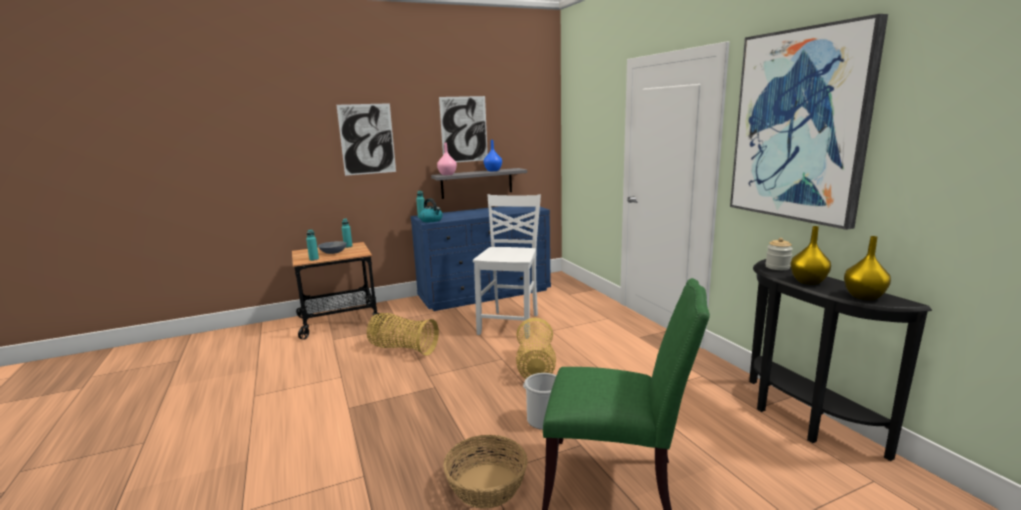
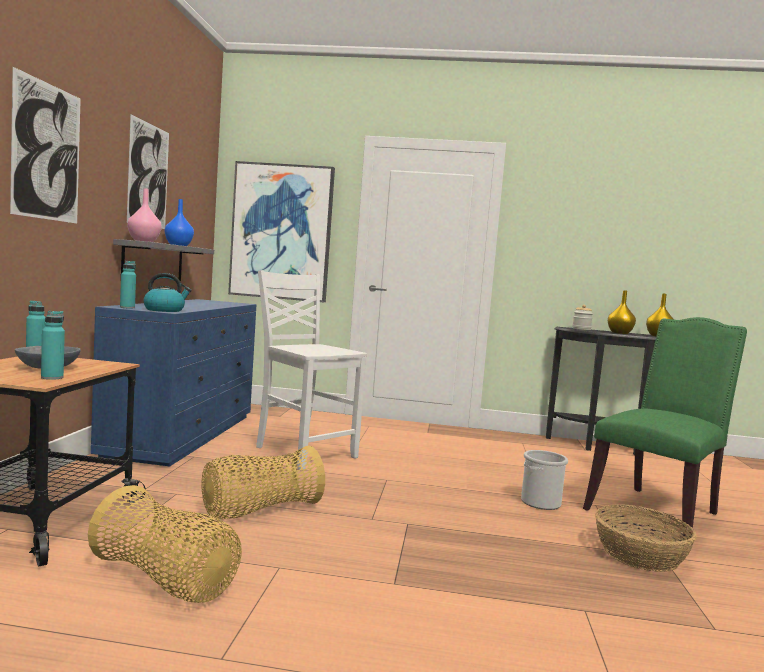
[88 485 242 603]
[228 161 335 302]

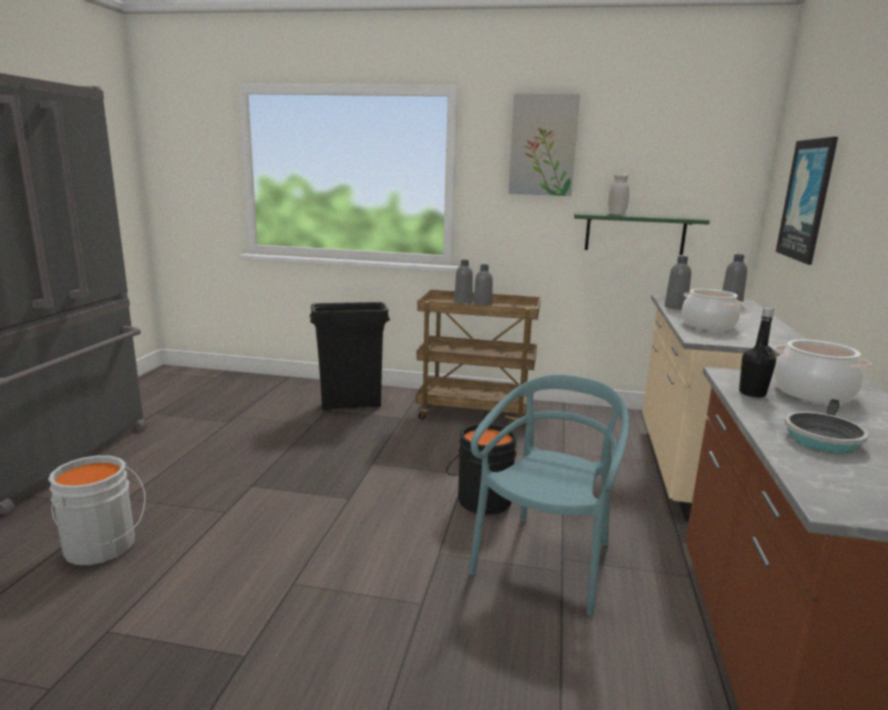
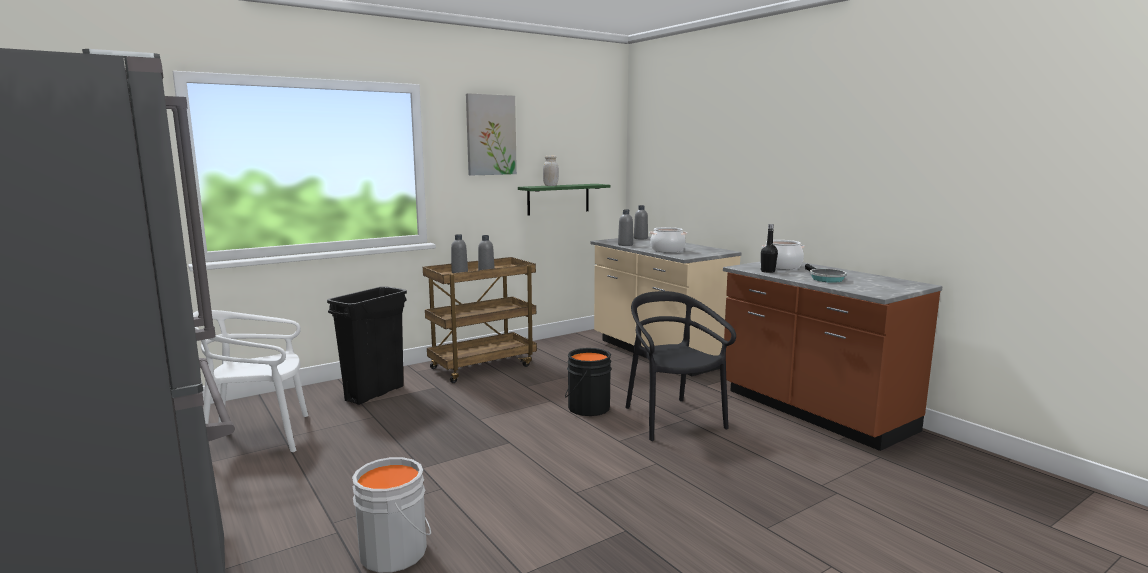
[193 310 309 452]
[625 291 736 441]
[776 137 838 265] (first image)

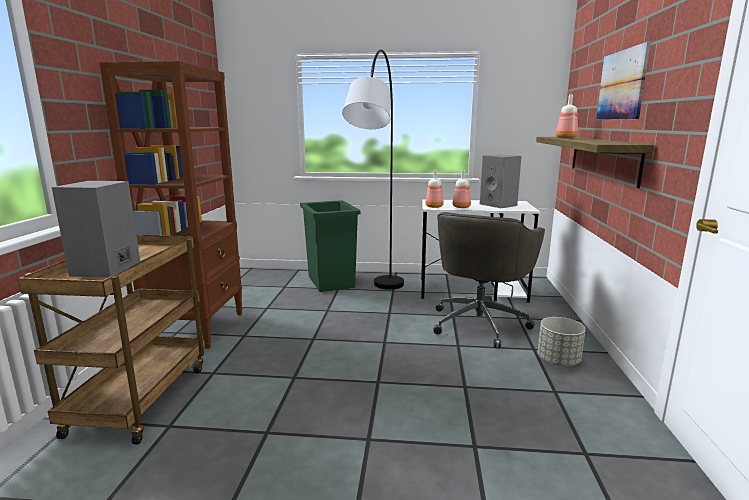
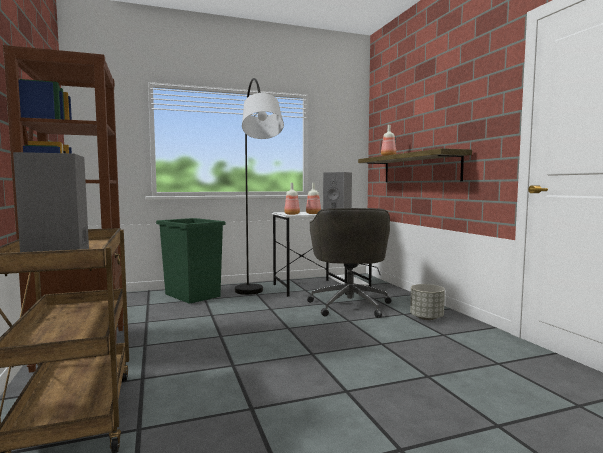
[596 41 651 120] (first image)

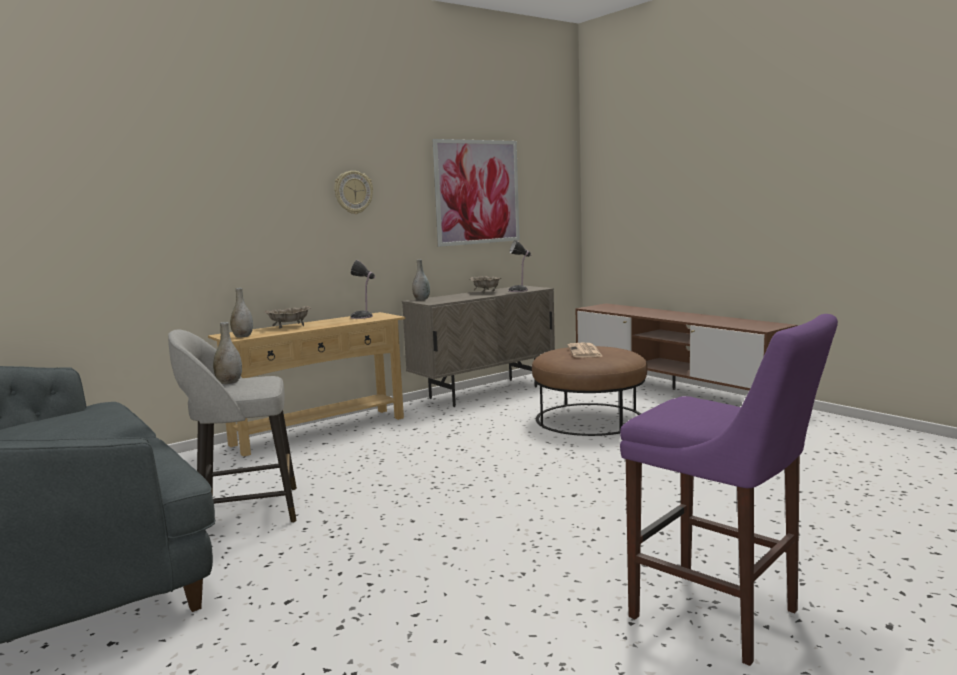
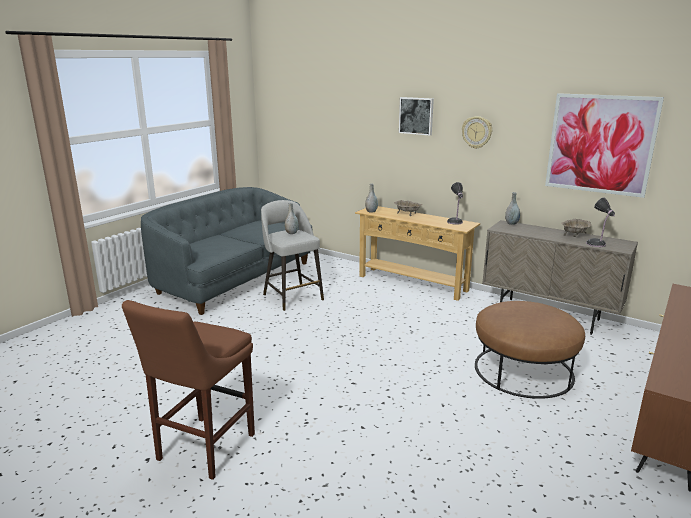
[122 300 255 480]
[399 97 434 136]
[568 343 603 358] (first image)

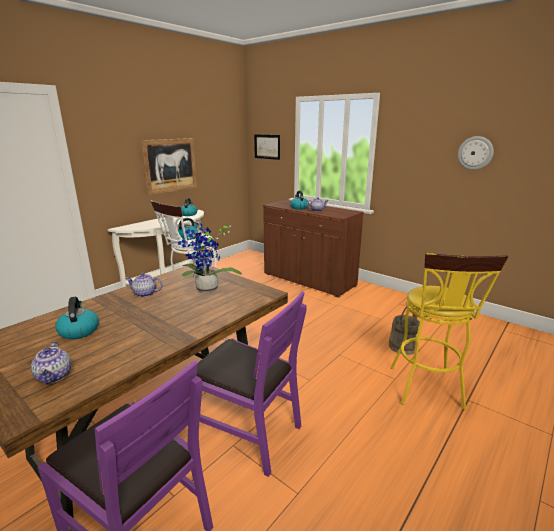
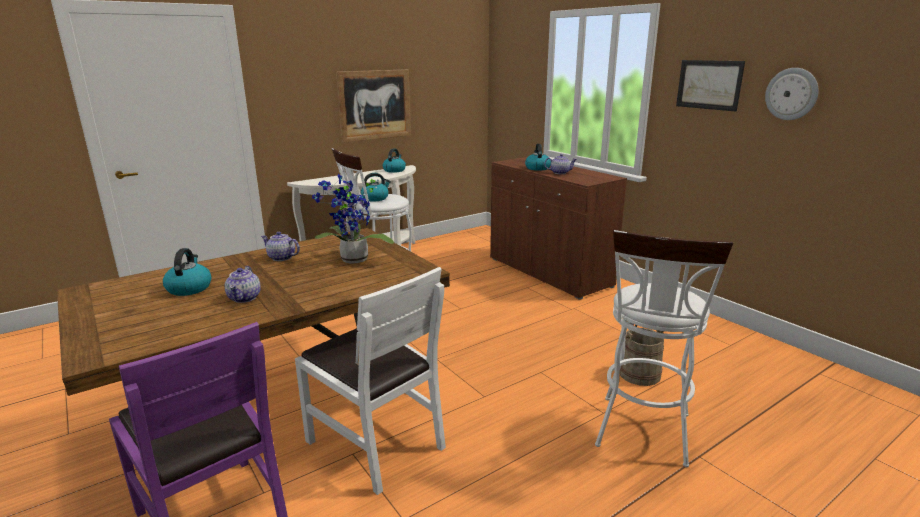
[225 266 261 303]
[295 267 446 495]
[595 230 733 467]
[676 60 745 112]

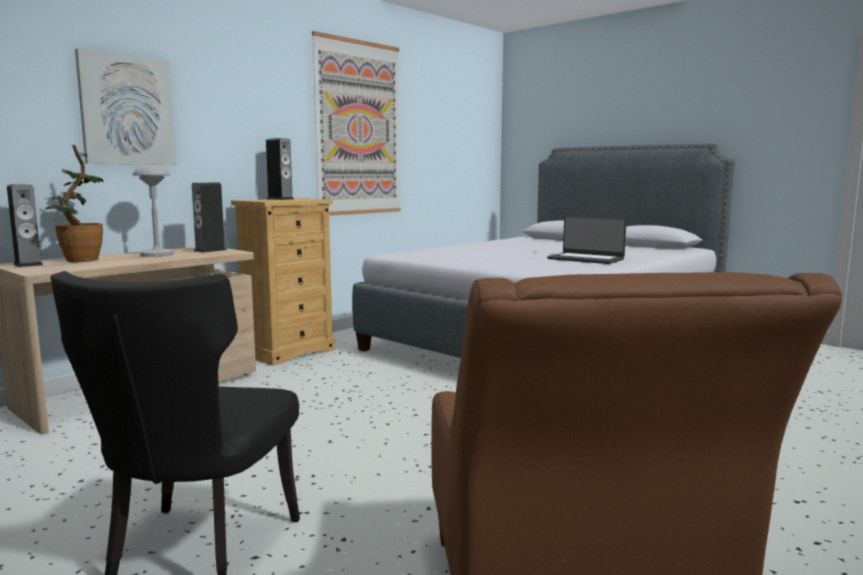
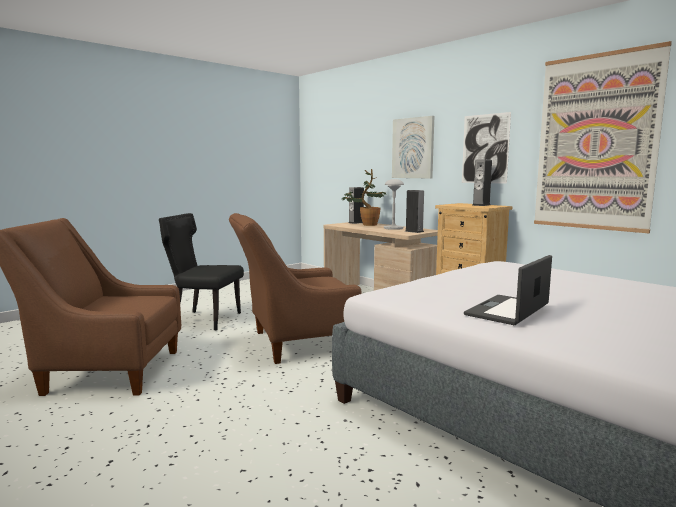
[229 213 362 364]
[462 112 511 184]

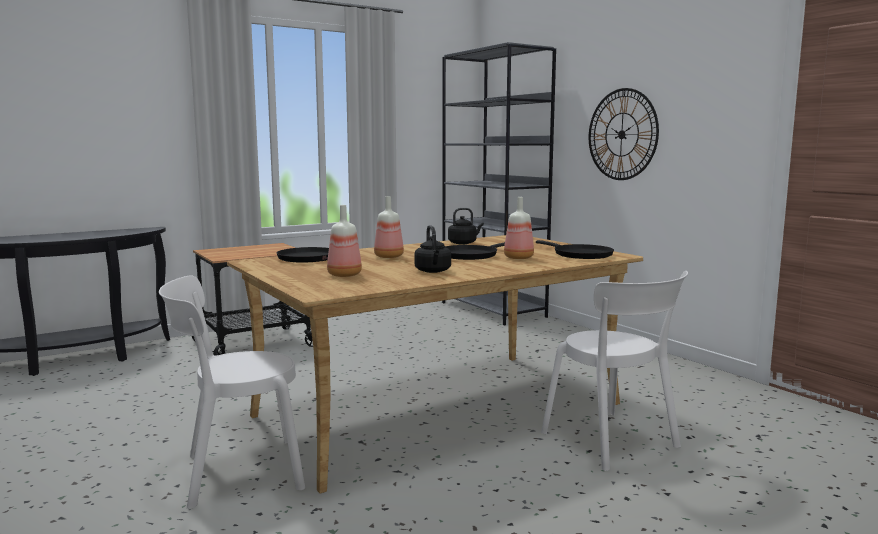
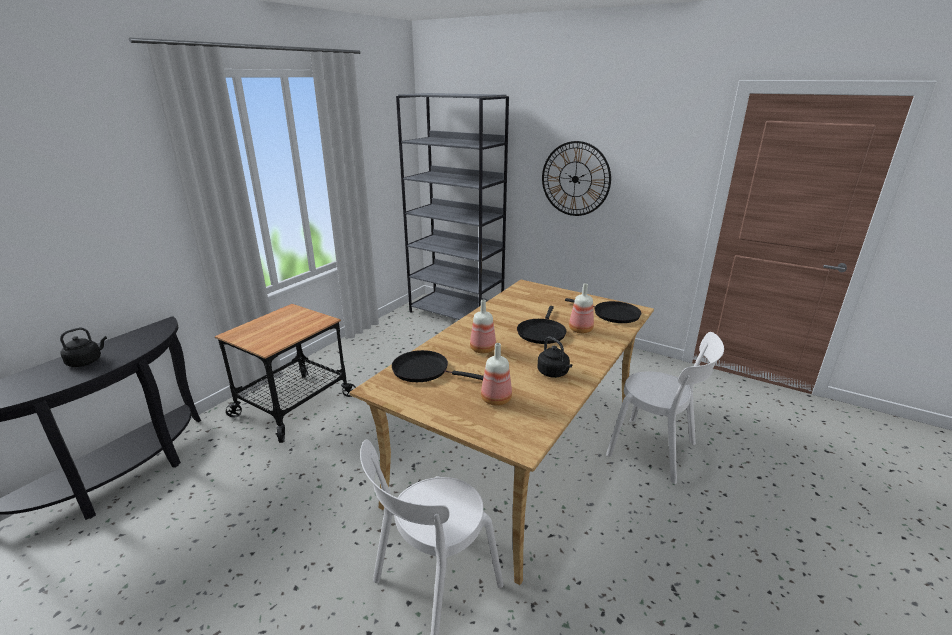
[60 328 107 367]

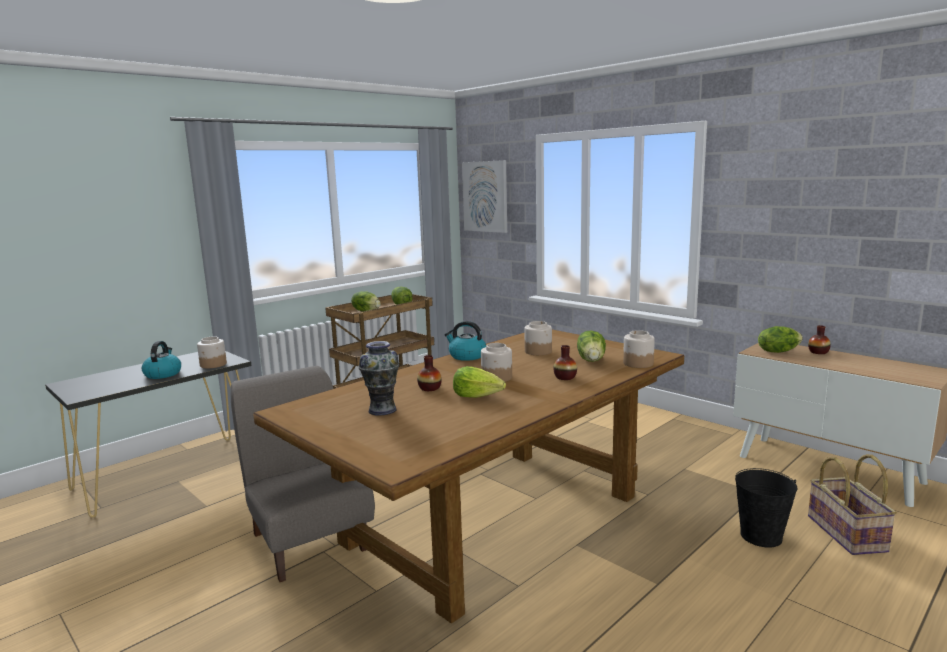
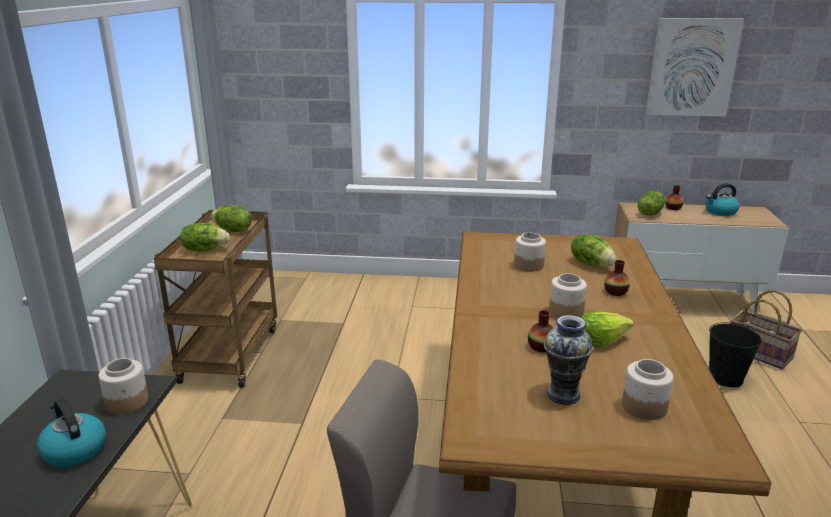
[622 359 673 420]
[645 18 744 117]
[706 183 739 216]

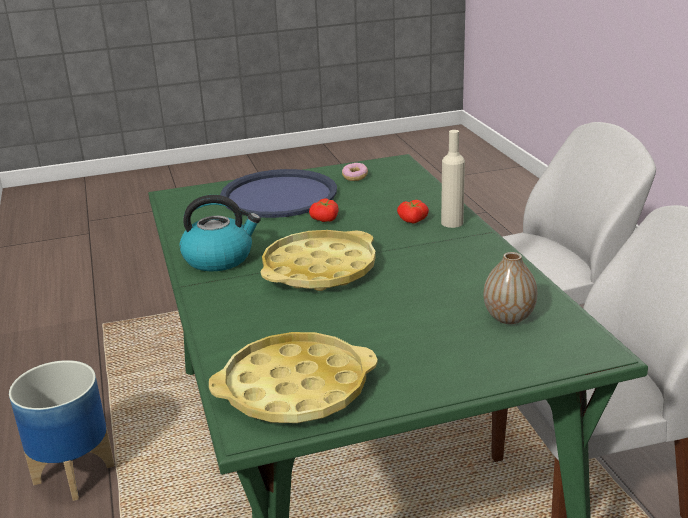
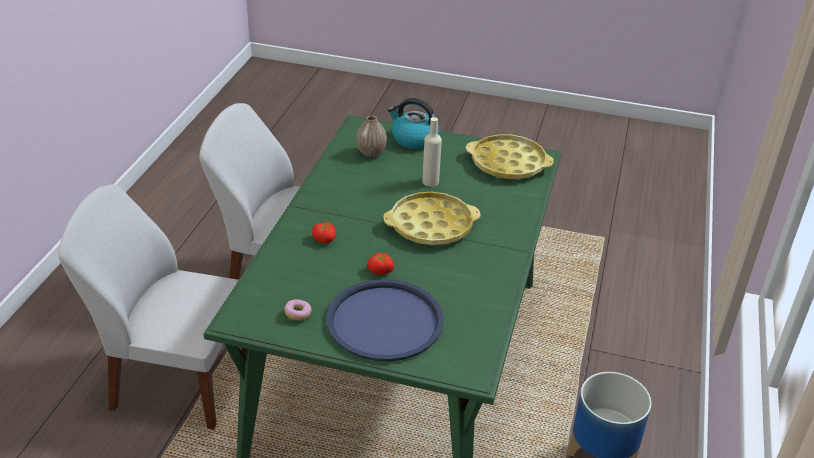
[388 98 439 149]
[422 117 442 187]

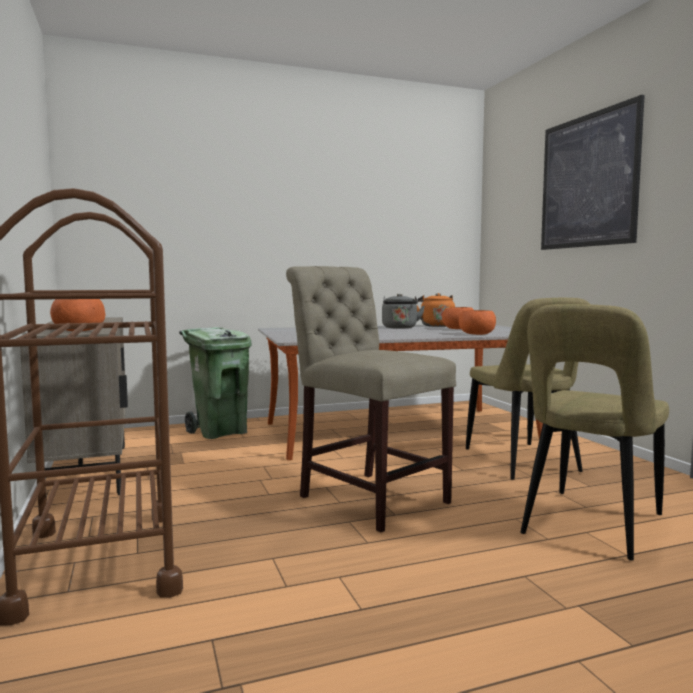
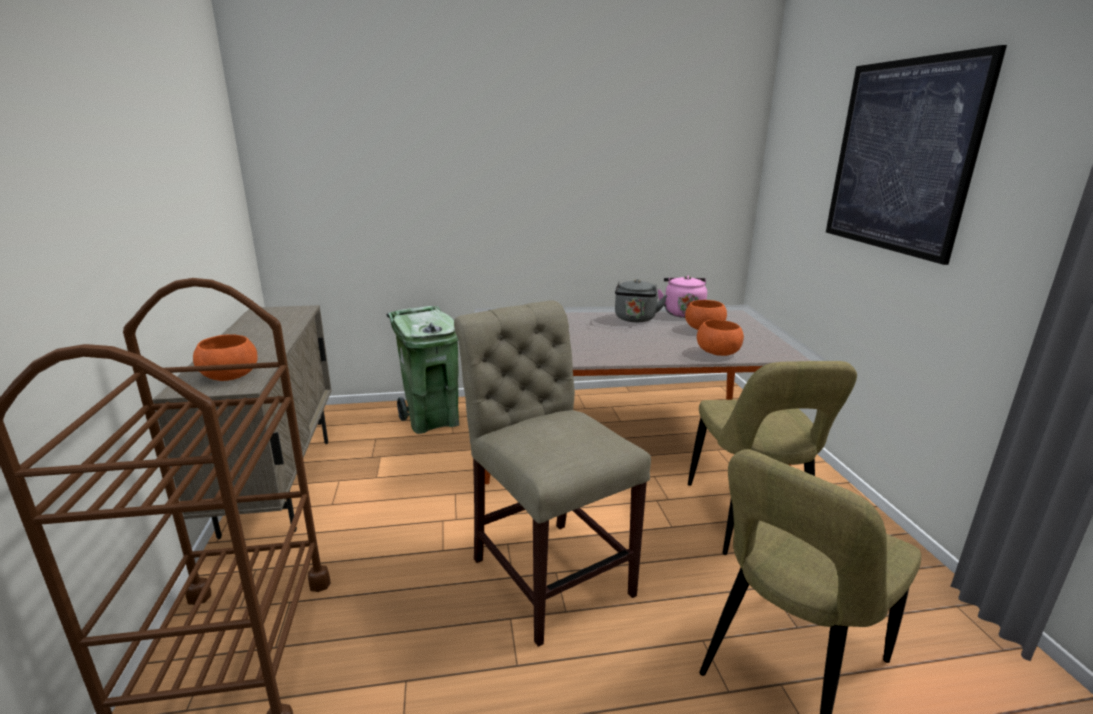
[657 276 707 318]

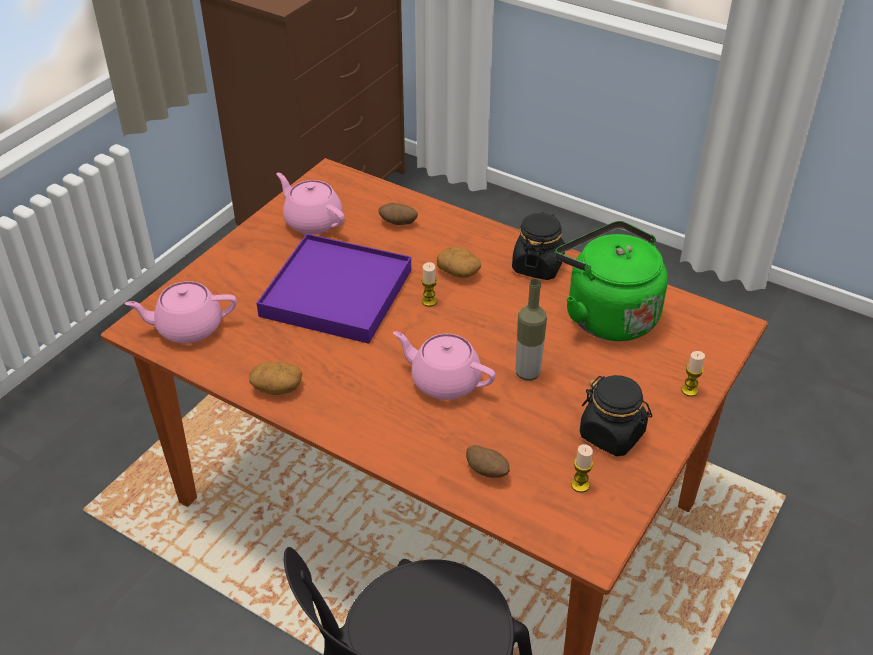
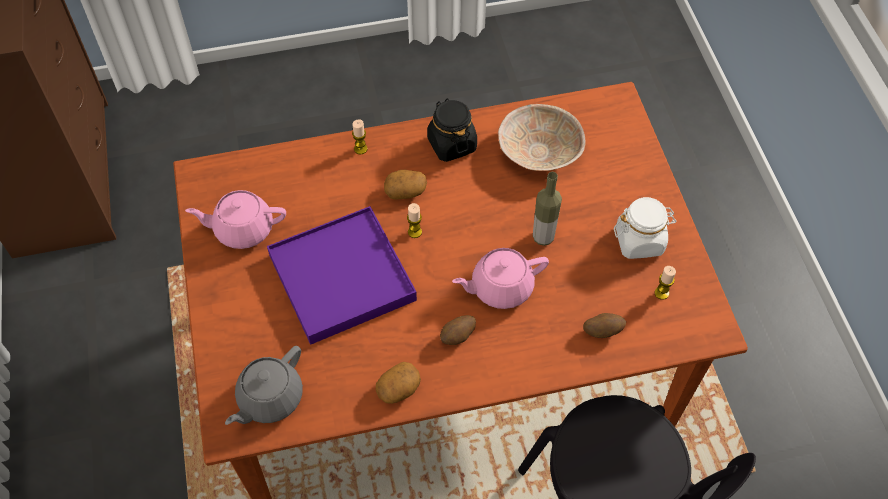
[225 346 303 425]
[352 119 368 154]
[440 315 476 345]
[498 104 586 171]
[614 197 677 259]

